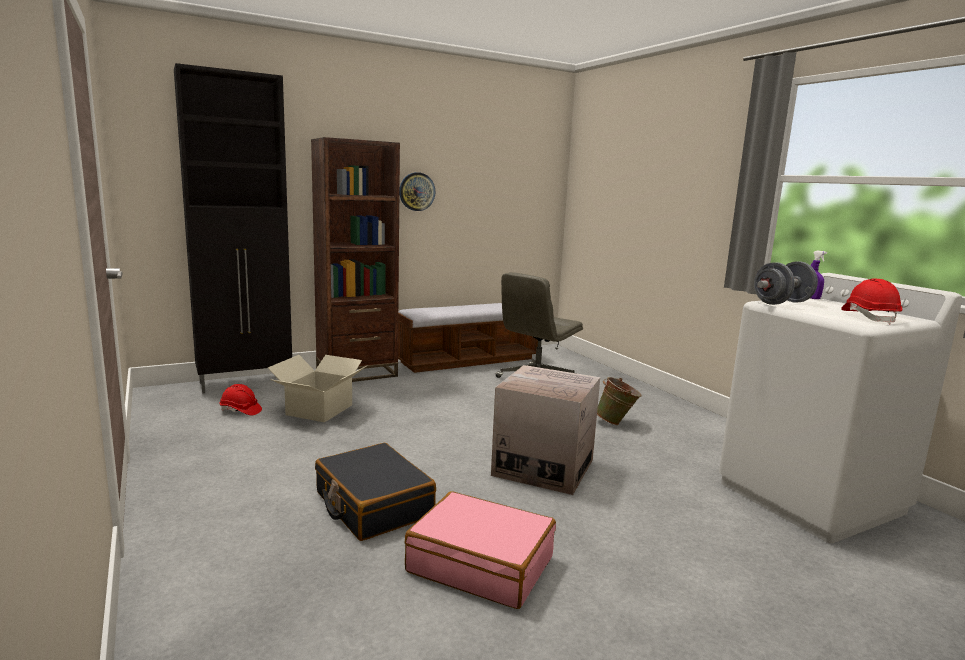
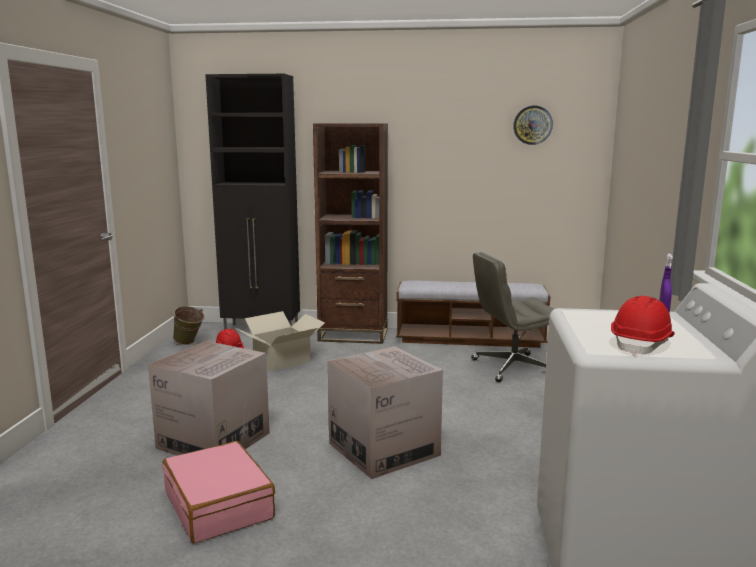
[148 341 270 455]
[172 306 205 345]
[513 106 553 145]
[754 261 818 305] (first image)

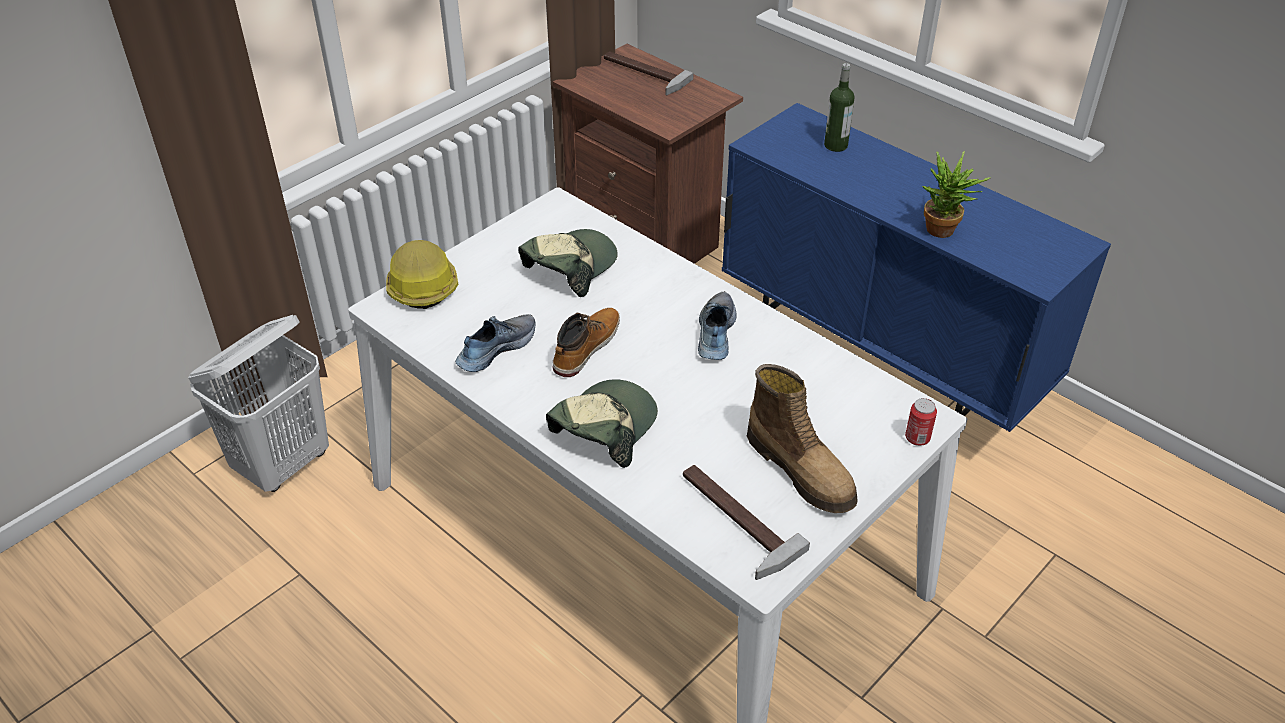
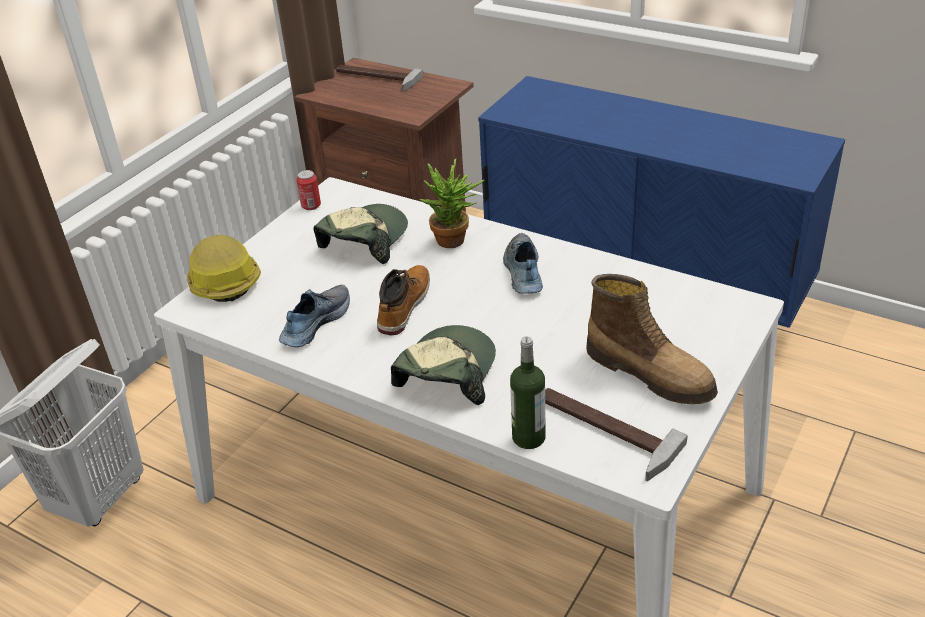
[296 170 321 210]
[419 159 485 248]
[510 337 546 449]

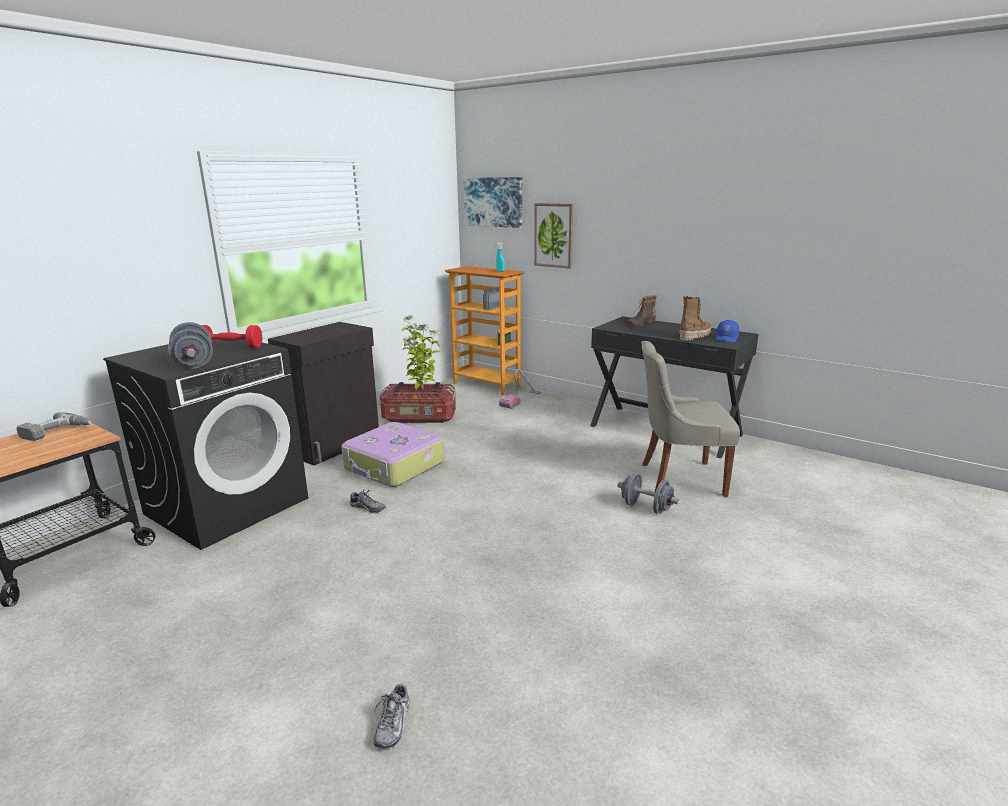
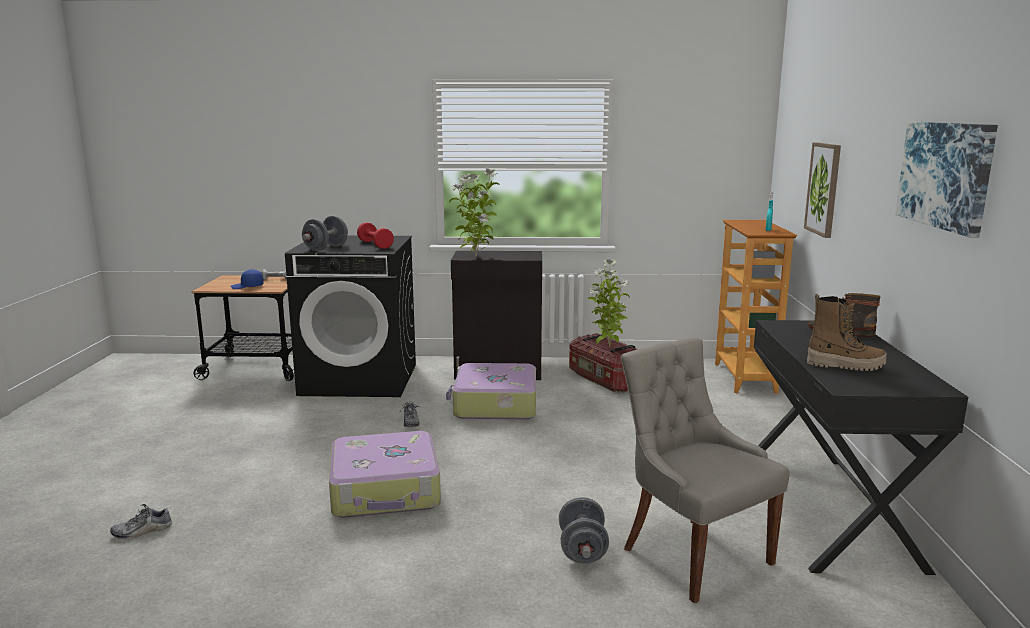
[230 269 264 289]
[329 431 441 518]
[449 168 500 258]
[895 122 998 237]
[499 369 541 409] (first image)

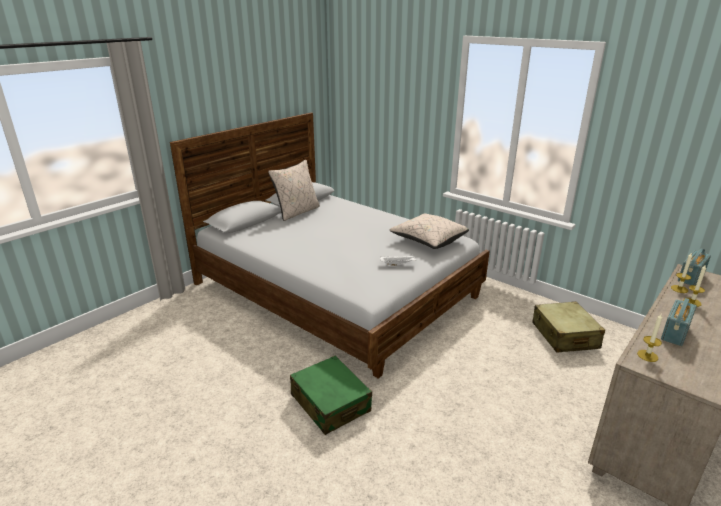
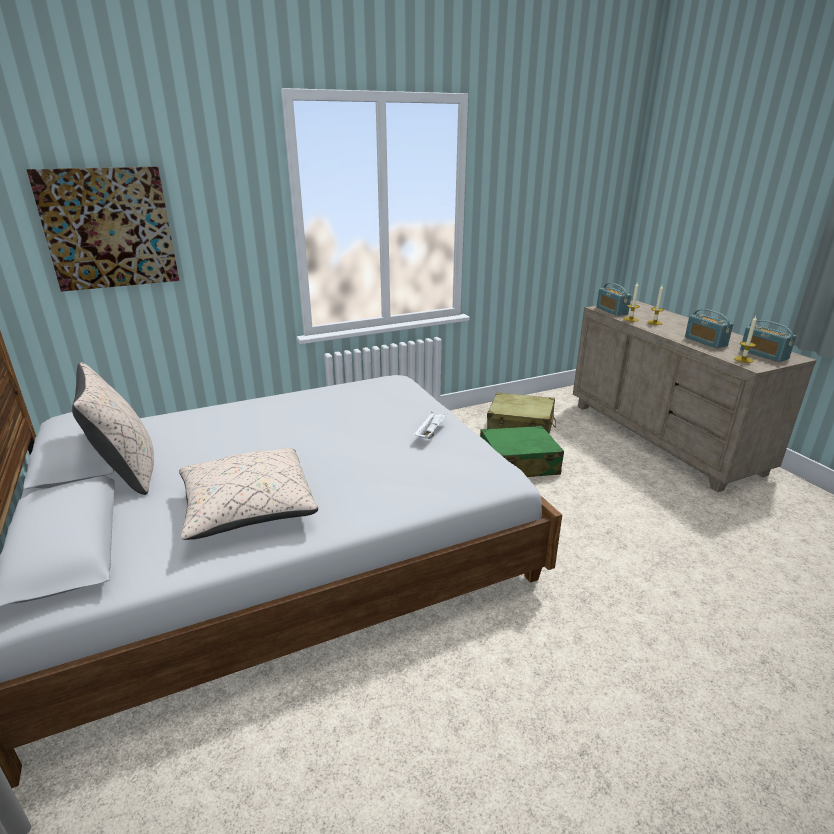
[27 167 179 292]
[179 448 318 540]
[480 426 564 477]
[740 320 796 362]

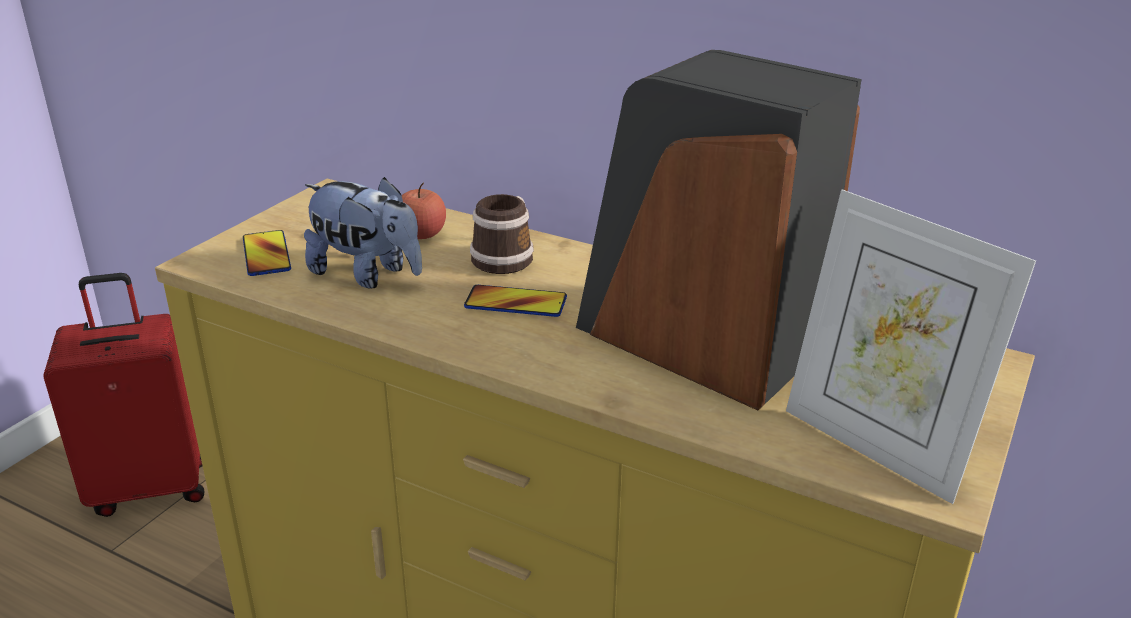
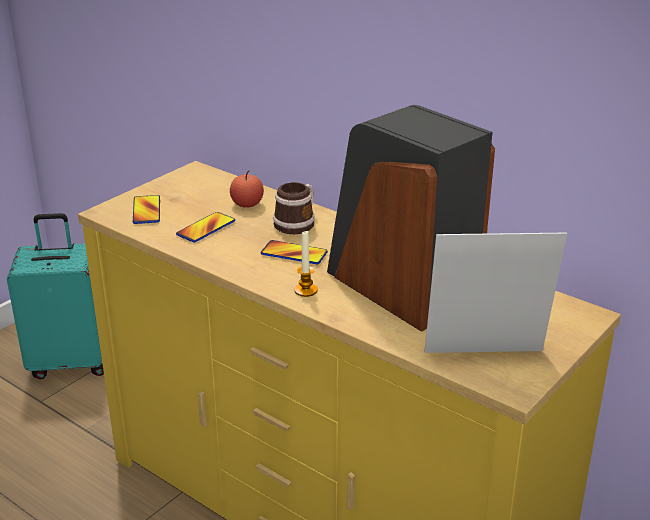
[7 213 104 379]
[176 212 235 242]
[294 231 318 297]
[425 233 567 353]

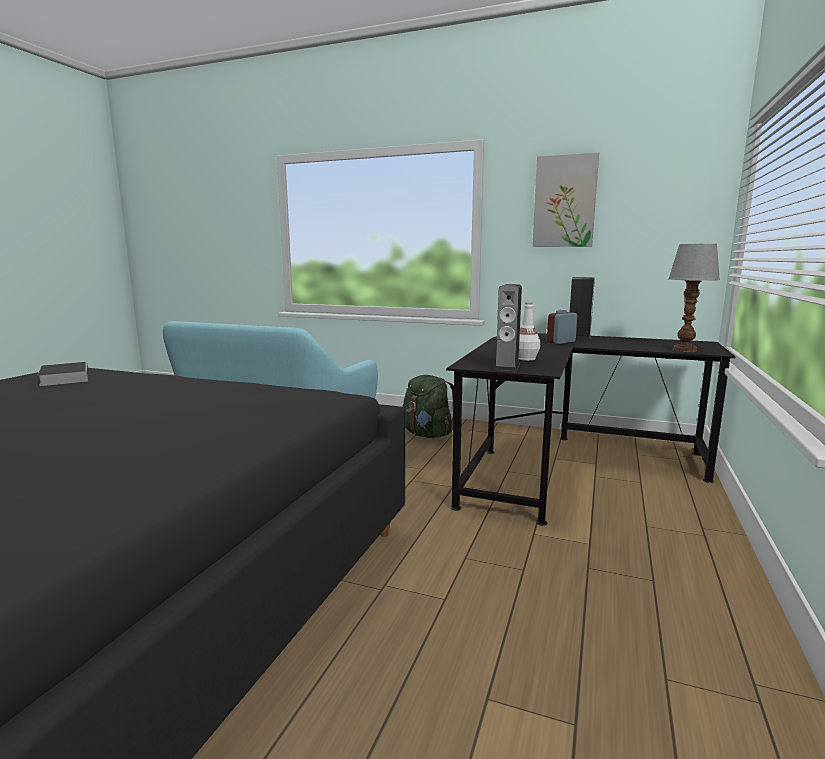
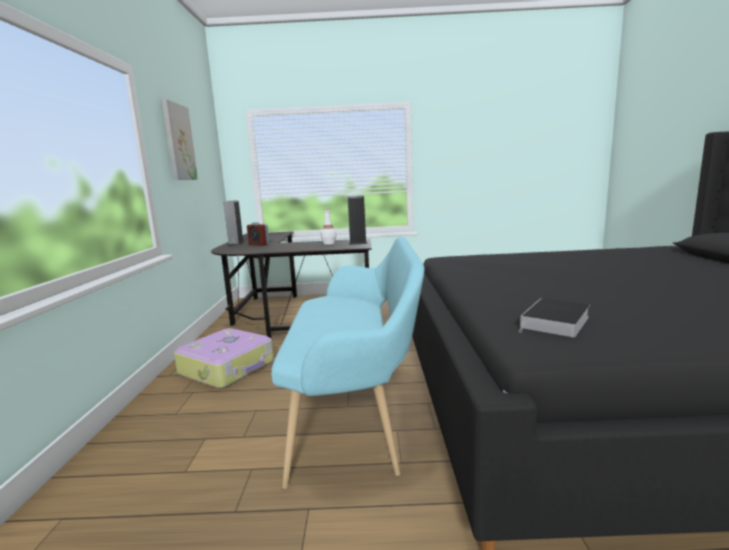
[174 328 274 388]
[668 244 720 352] (first image)

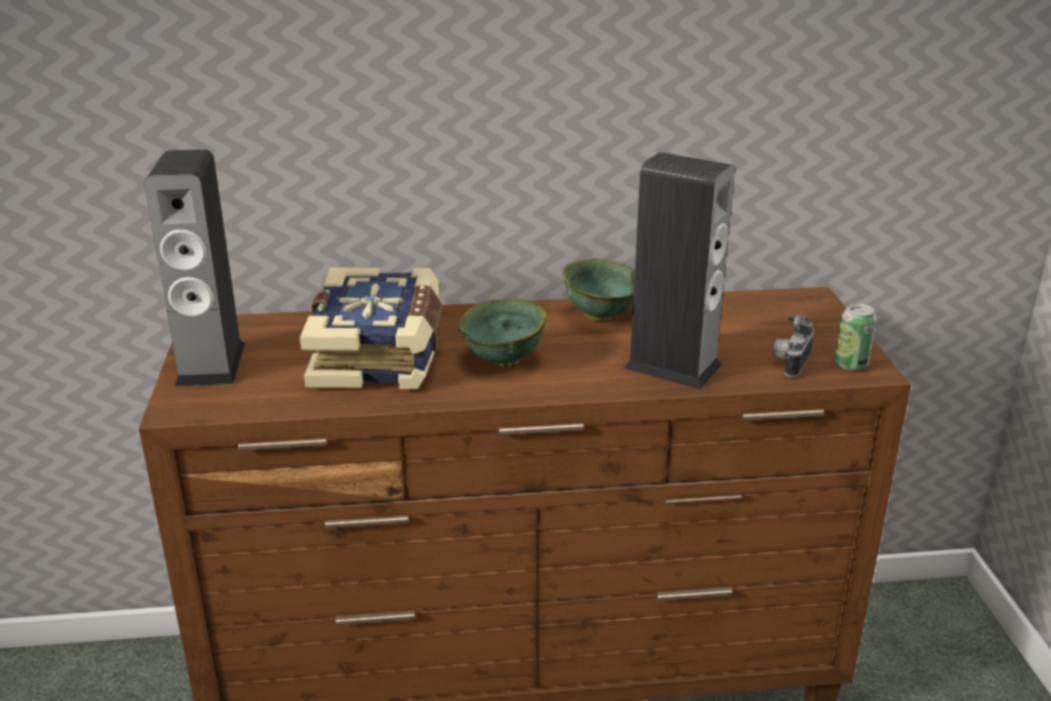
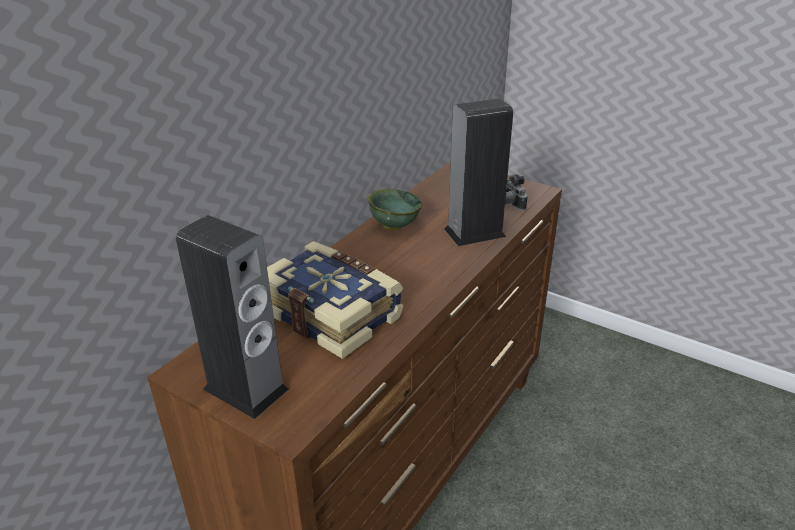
[458 298 547 367] (first image)
[835 303 876 371] (first image)

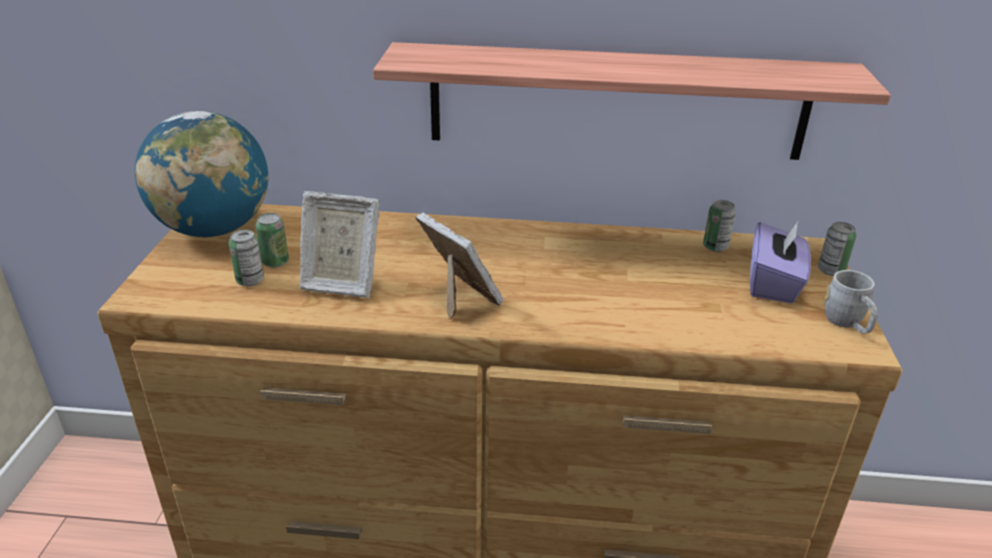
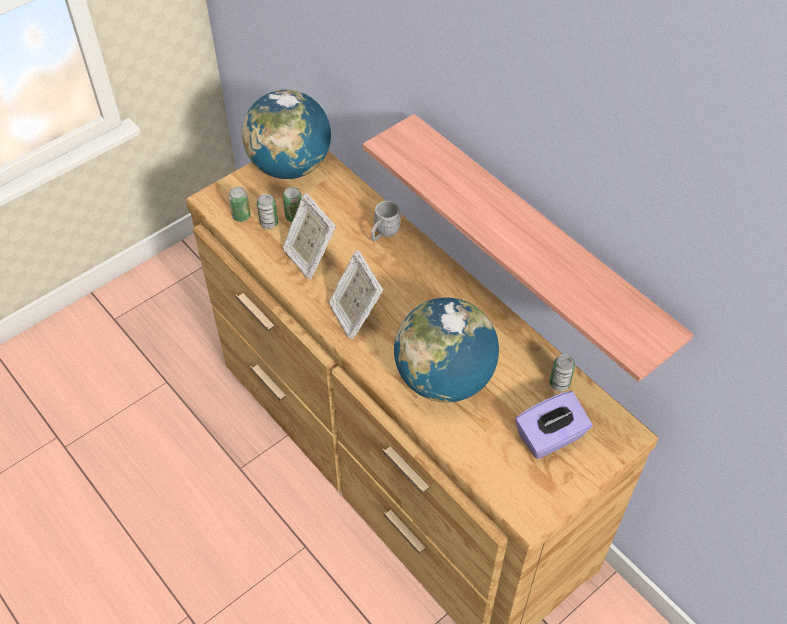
[228 187 251 222]
[329 250 383 339]
[371 201 401 242]
[394 298 499 403]

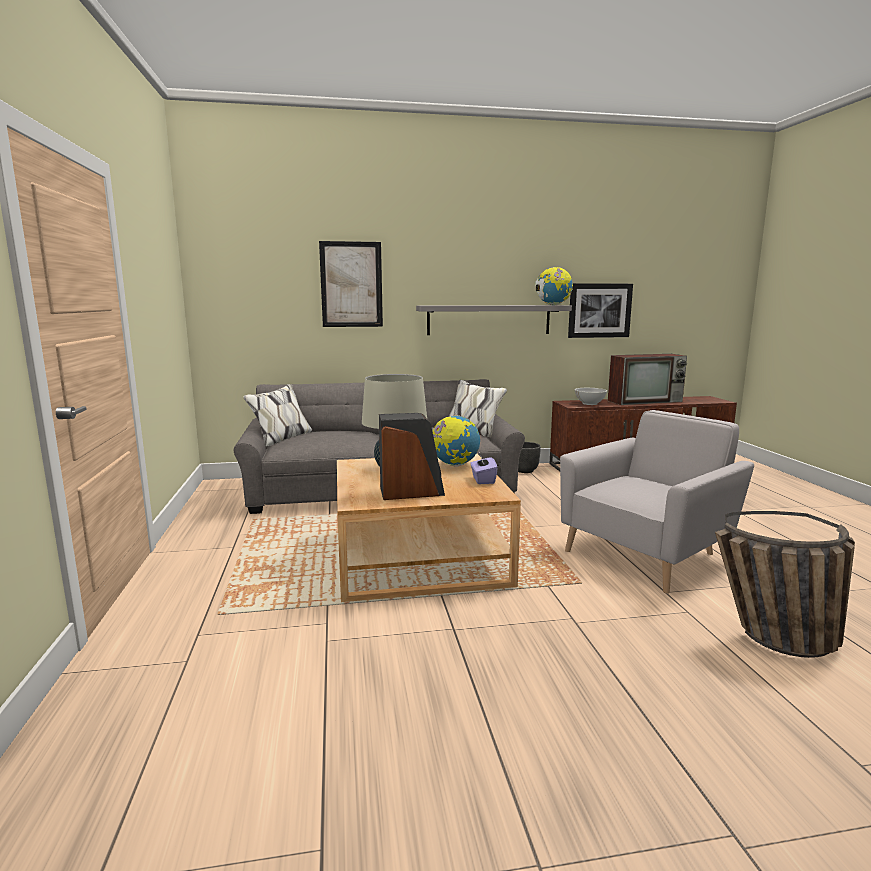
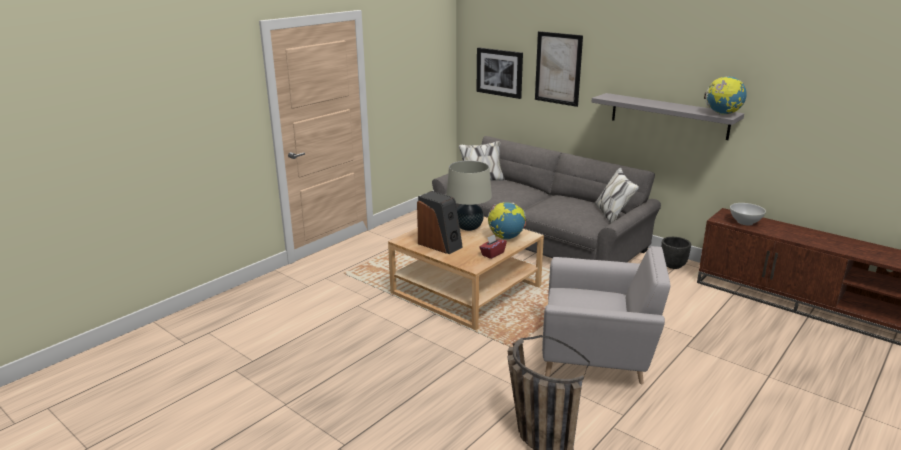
[477 47 523 99]
[479 234 507 259]
[608 354 687 405] (first image)

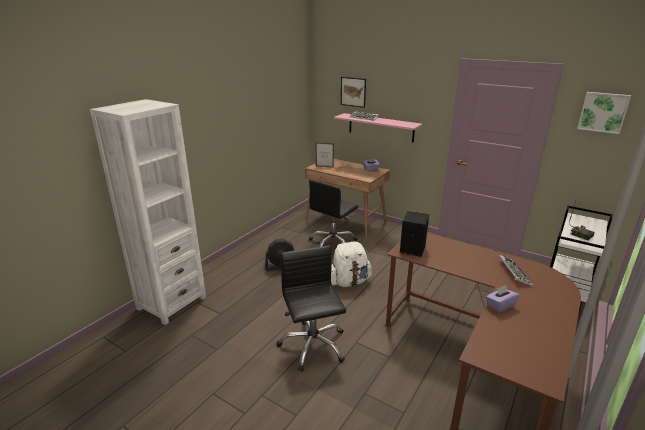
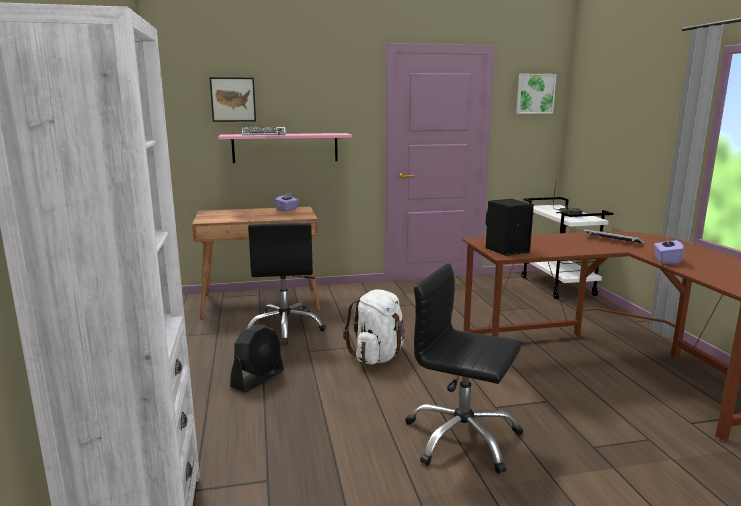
[316 142 334 167] (first image)

